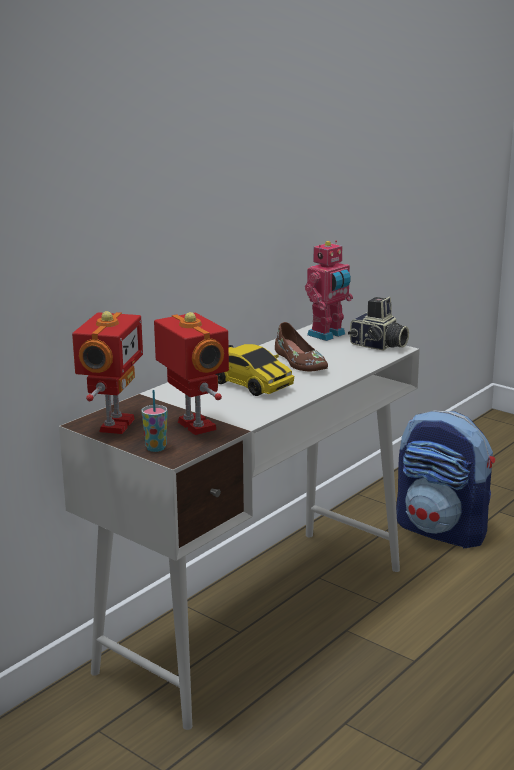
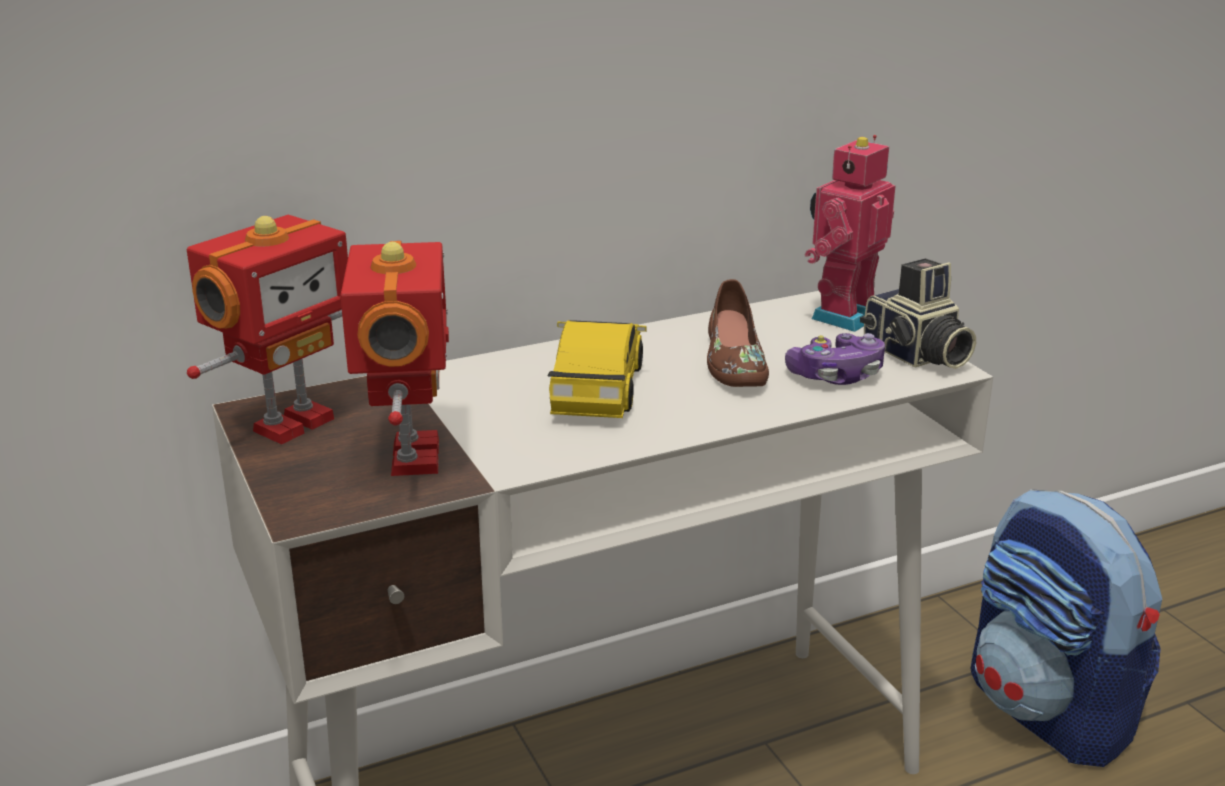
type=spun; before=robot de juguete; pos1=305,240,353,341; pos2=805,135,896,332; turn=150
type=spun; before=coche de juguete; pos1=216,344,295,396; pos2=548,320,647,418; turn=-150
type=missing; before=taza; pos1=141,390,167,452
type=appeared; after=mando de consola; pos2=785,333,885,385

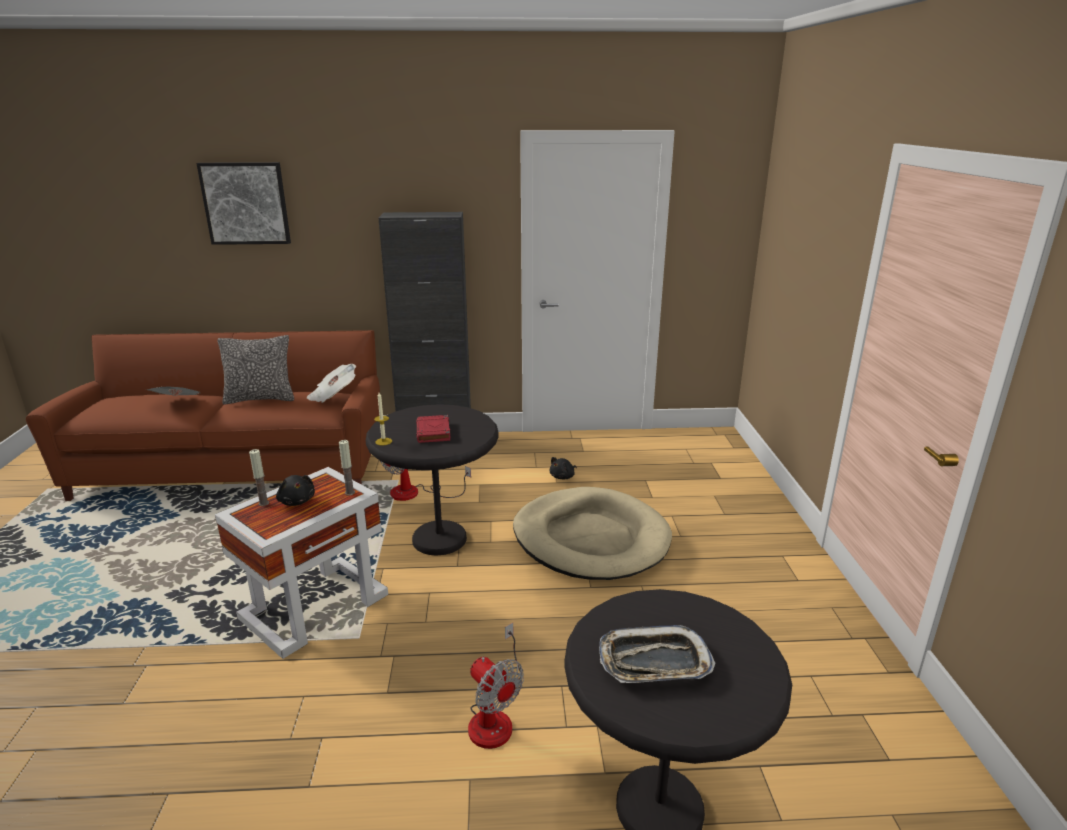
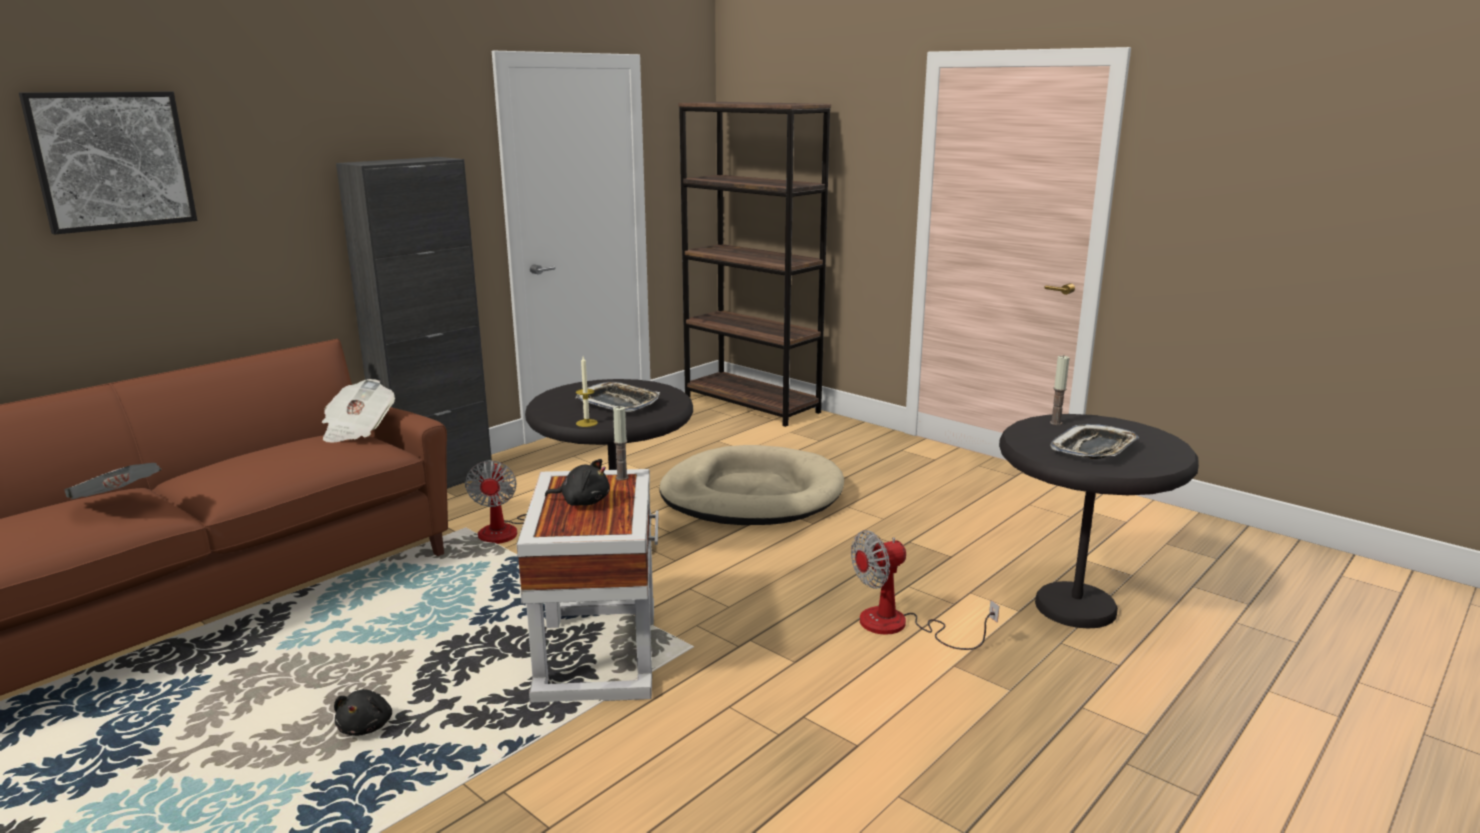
type=missing; before=cojín; pos1=217,335,294,405
type=exchanged; before=libro (rojo); after=bandeja; pos1=416,415,450,443; pos2=575,382,660,412
type=relocated; before=vela; pos1=249,449,269,506; pos2=1050,355,1069,425
type=relocated; before=peluche (negro); pos1=550,457,577,479; pos2=334,689,392,736
type=spun; before=ventilador; pos1=468,623,524,749; pos2=851,530,999,650; turn=150
type=appeared; after=estantería (marrón); pos2=678,102,831,427

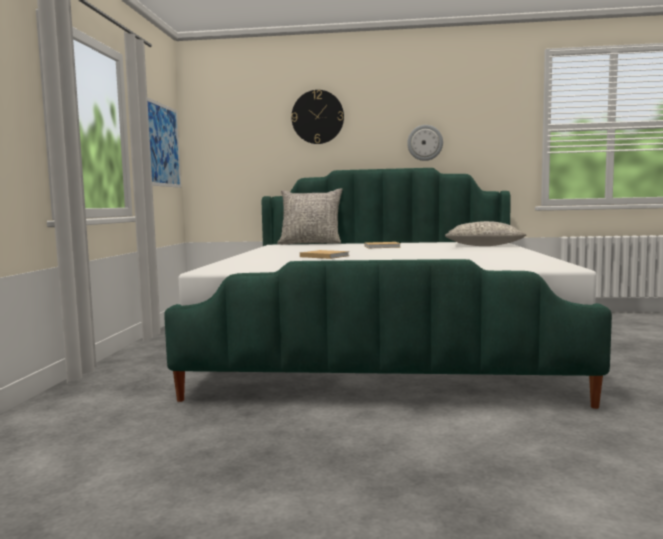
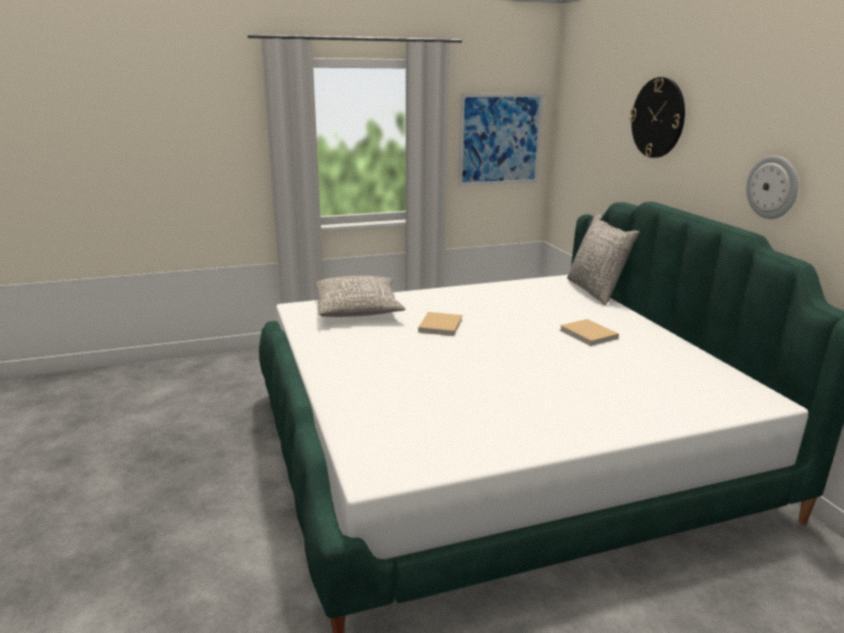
type=relocated; before=cojín (gris); pos1=445,221,526,246; pos2=315,276,405,317

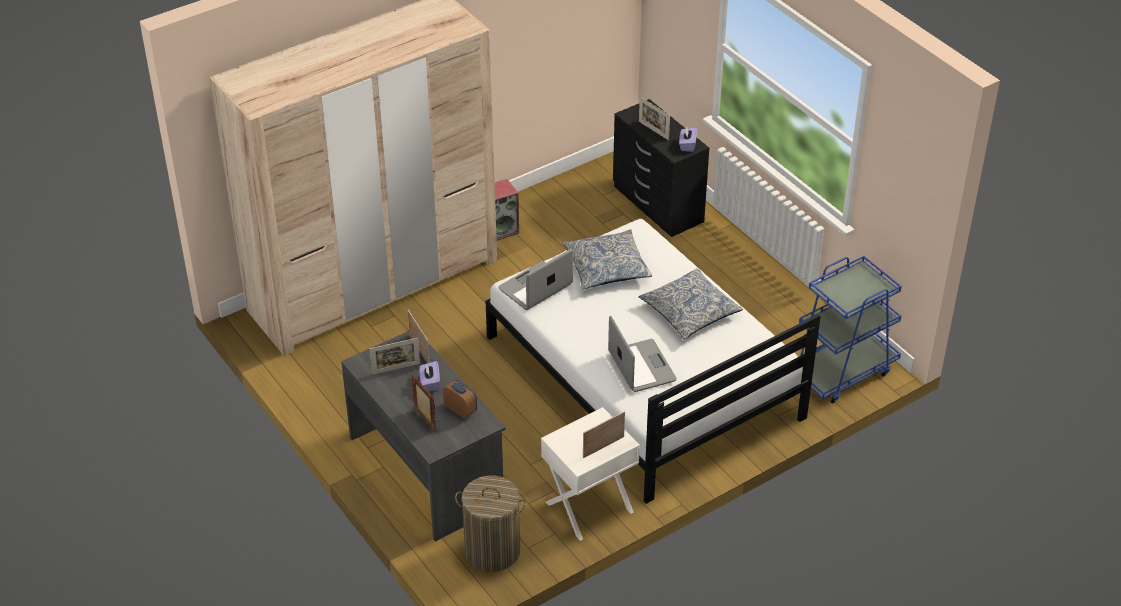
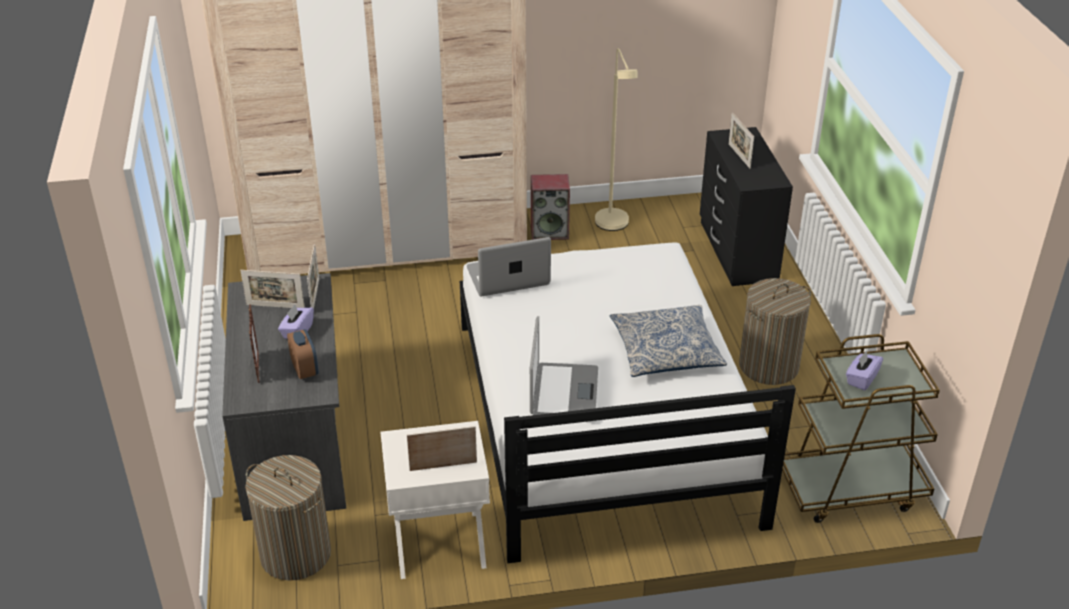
type=relocated; before=caja de pañuelos (morado); pos1=679,127,697,152; pos2=846,350,883,391
type=missing; before=cojín; pos1=563,229,652,290
type=colour; before=carrito (azul); after=carrito (marrón); pos1=799,256,902,403; pos2=782,334,940,523
type=appeared; after=lámpara de pie (beis); pos2=595,48,638,231
type=appeared; after=cesto de la ropa; pos2=739,278,811,385

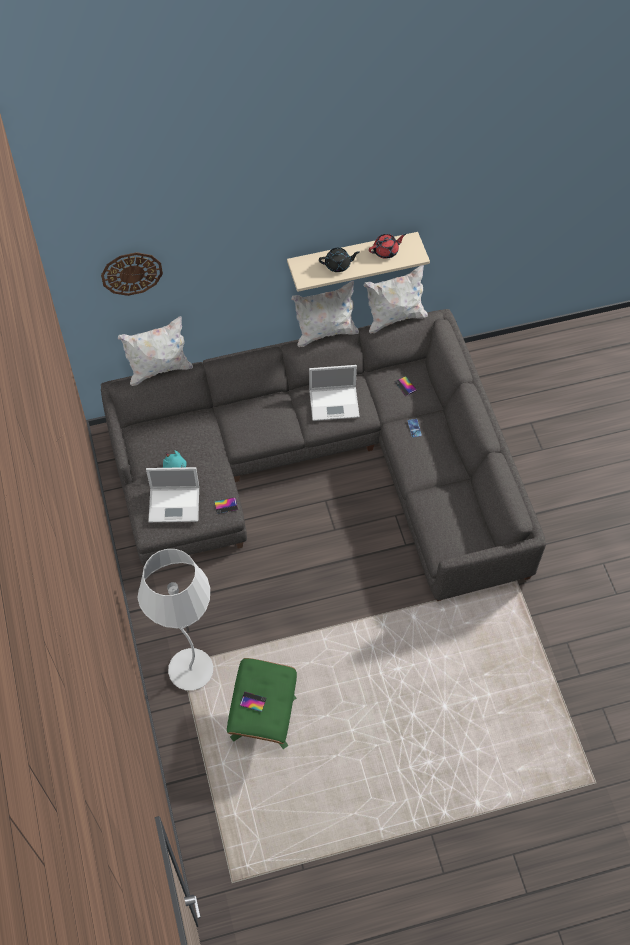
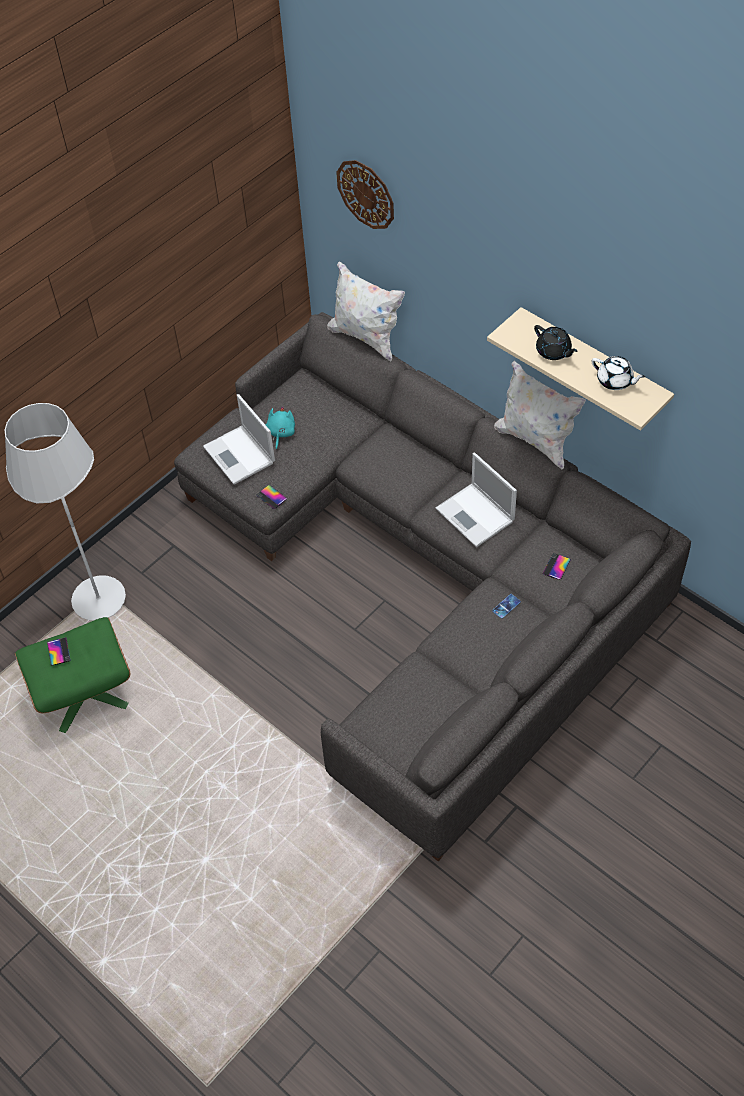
type=colour; before=tetera (rojo); after=tetera (blanco); pos1=369,234,406,259; pos2=592,356,646,390
type=missing; before=cojín (blanco); pos1=364,265,428,333

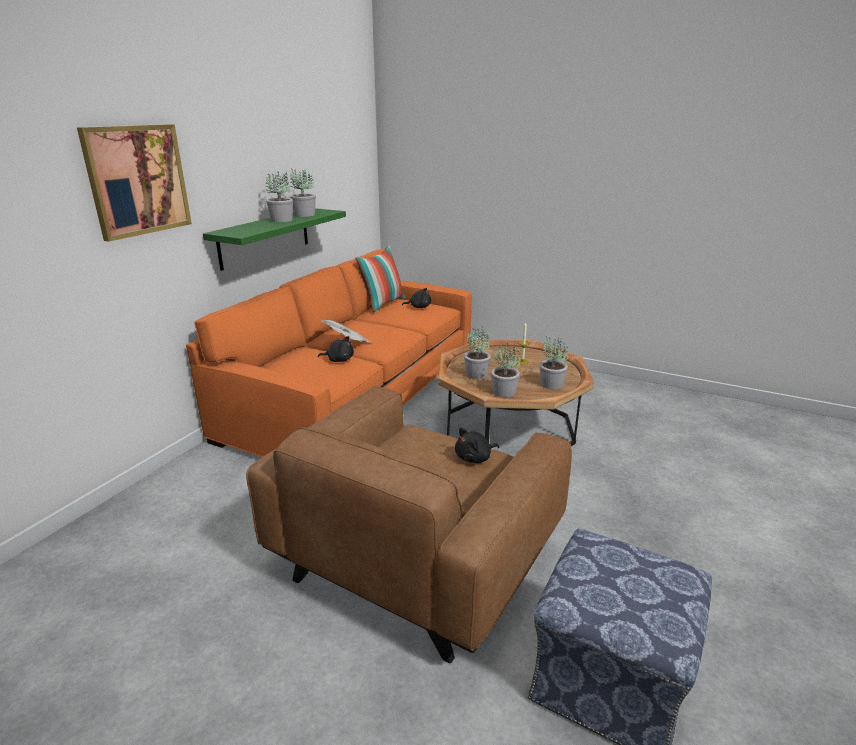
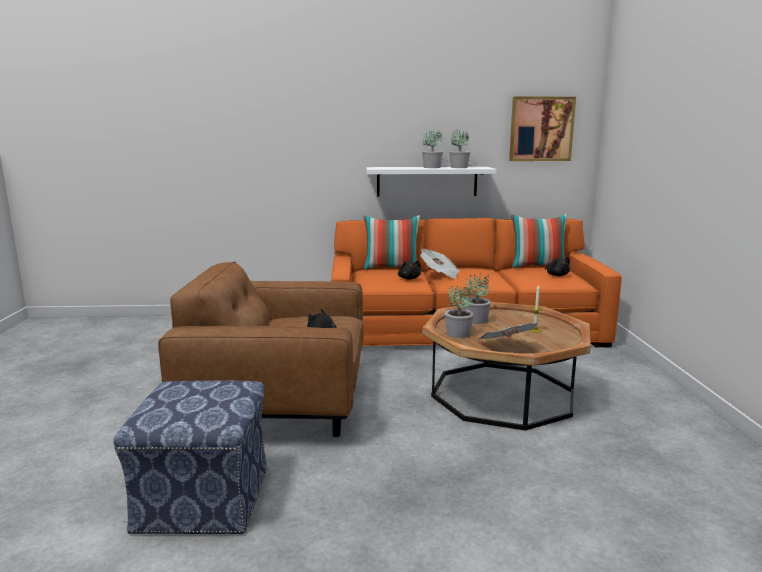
type=relocated; before=cuadro; pos1=77,124,192,242; pos2=509,97,576,161
type=colour; before=estante (verde); after=estante (blanco); pos1=203,208,346,271; pos2=366,167,497,196
type=exchanged; before=planta en maceta; after=periódico; pos1=539,336,569,389; pos2=480,323,538,339
type=appeared; after=cojín; pos2=363,215,420,269

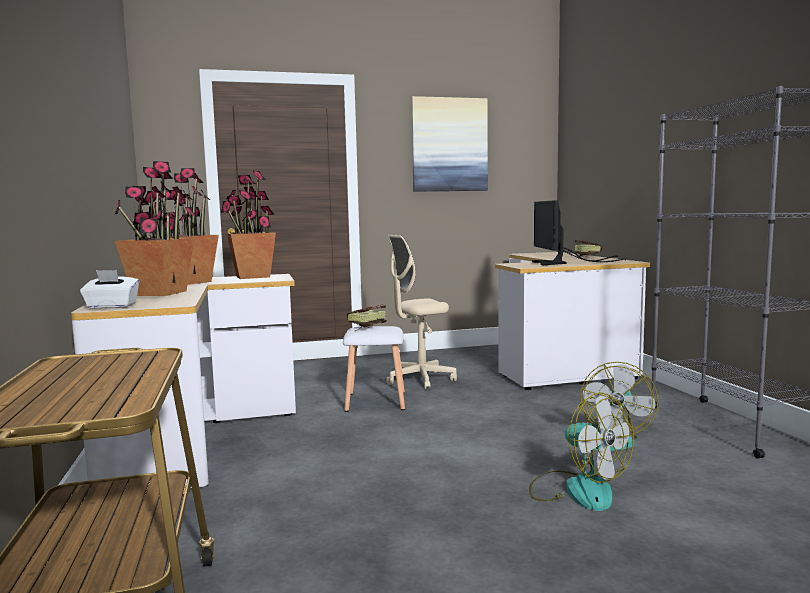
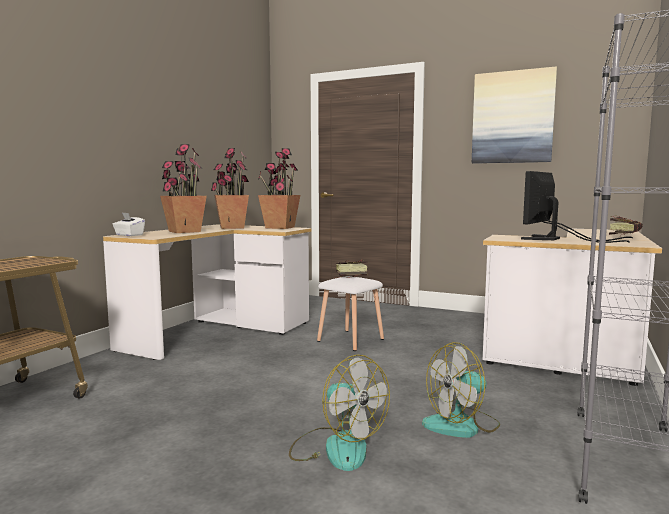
type=missing; before=silla de oficina (beis); pos1=386,235,457,389
type=spun; before=ventilador; pos1=529,392,634,511; pos2=289,355,390,471; turn=-45

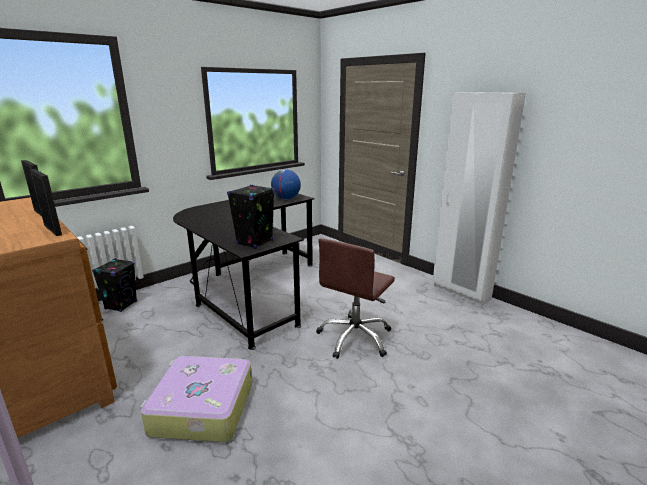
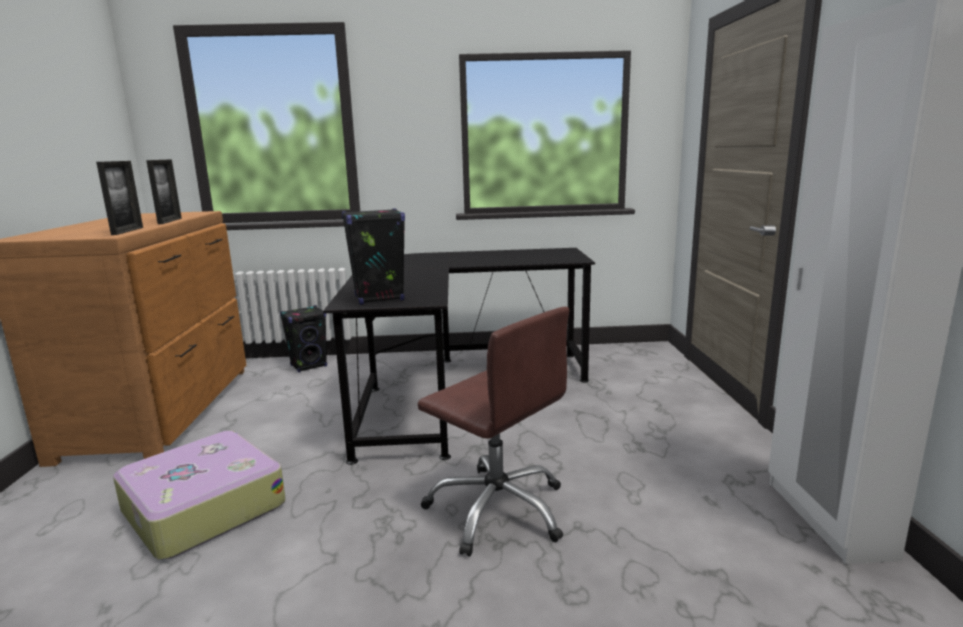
type=missing; before=globo terráqueo; pos1=271,170,301,200
type=spun; before=silla de oficina (marrón); pos1=316,238,395,359; pos2=418,307,569,557; turn=-120

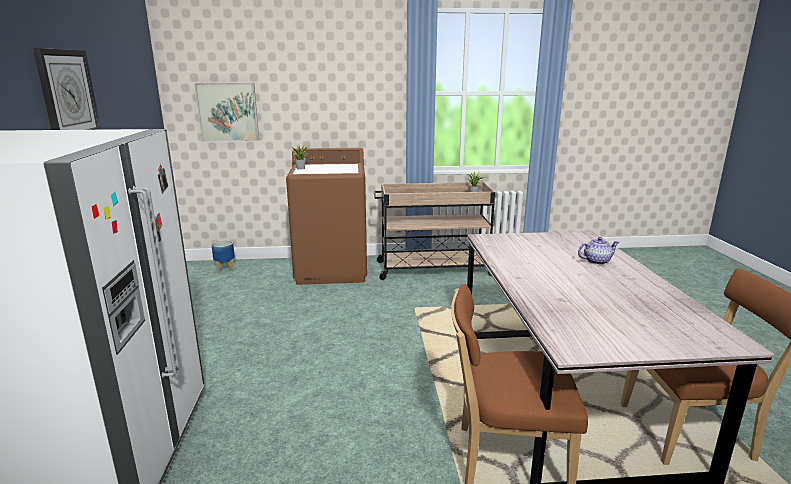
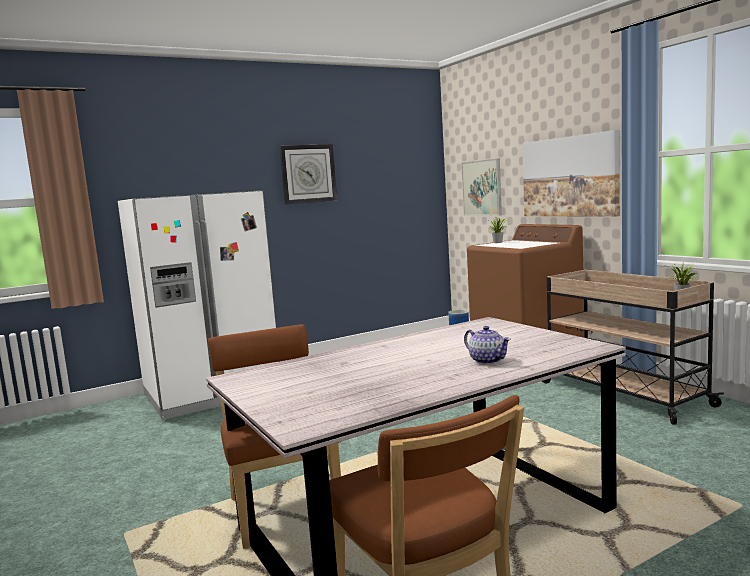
type=appeared; after=cuadro; pos2=522,130,620,217

